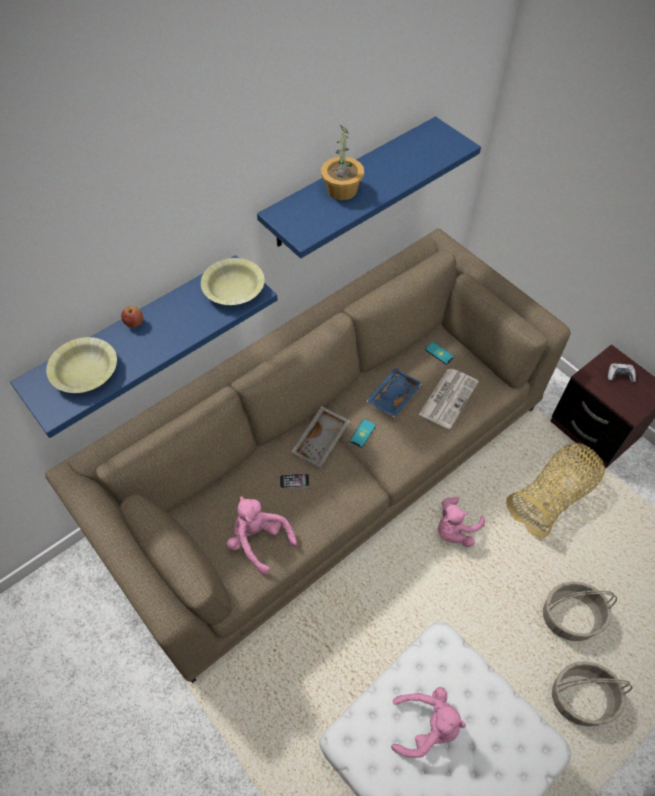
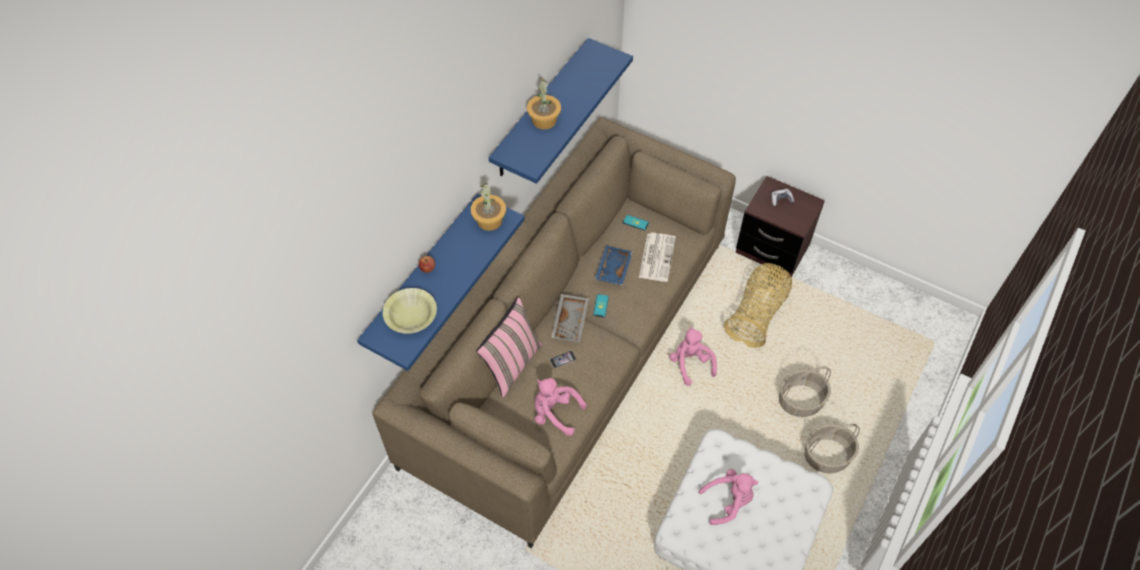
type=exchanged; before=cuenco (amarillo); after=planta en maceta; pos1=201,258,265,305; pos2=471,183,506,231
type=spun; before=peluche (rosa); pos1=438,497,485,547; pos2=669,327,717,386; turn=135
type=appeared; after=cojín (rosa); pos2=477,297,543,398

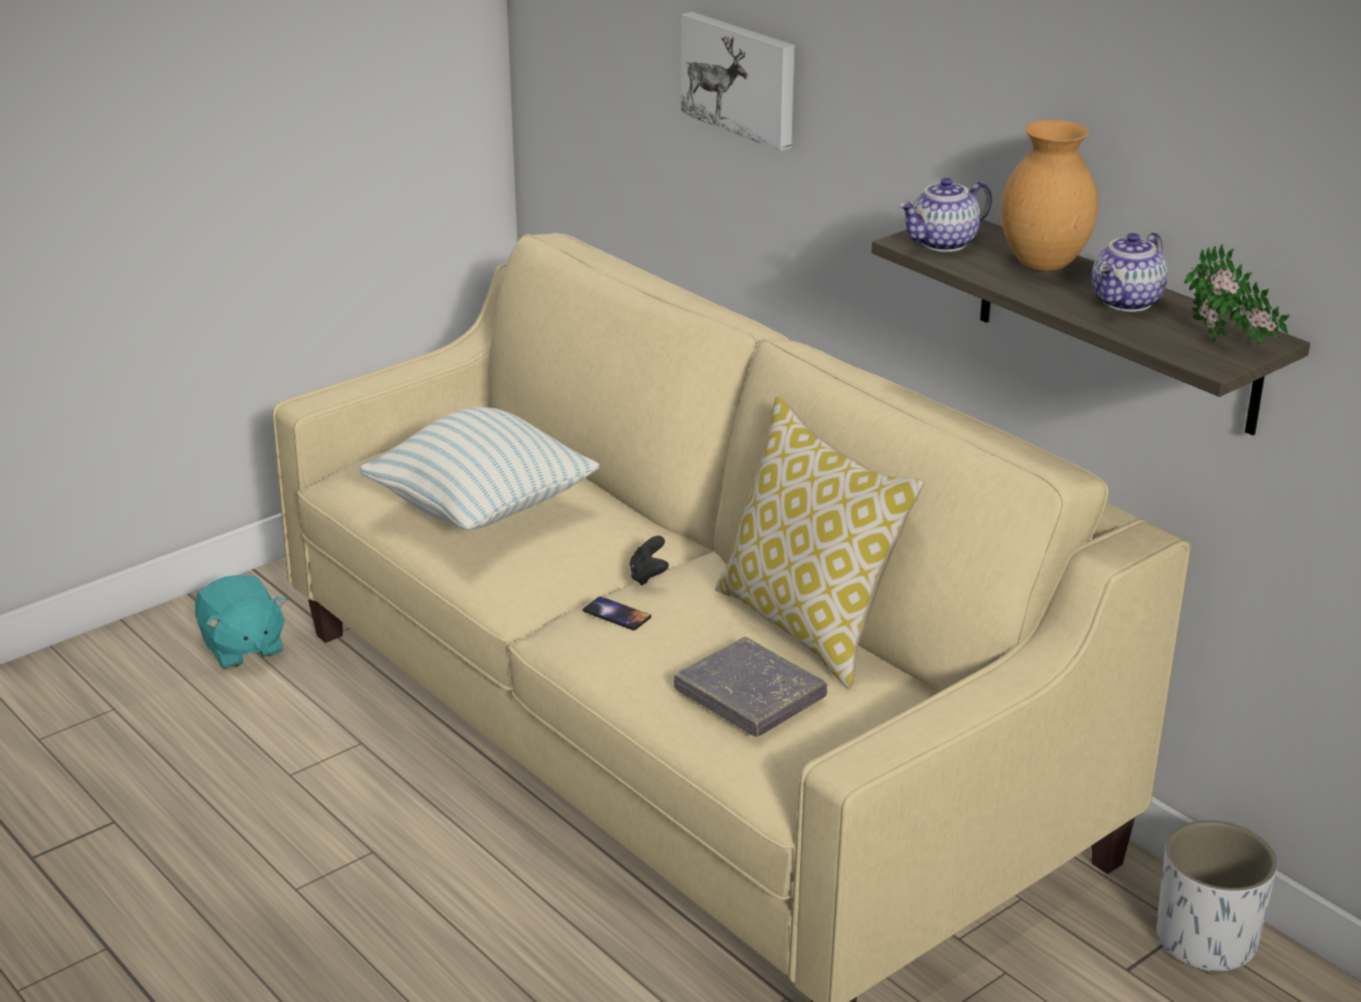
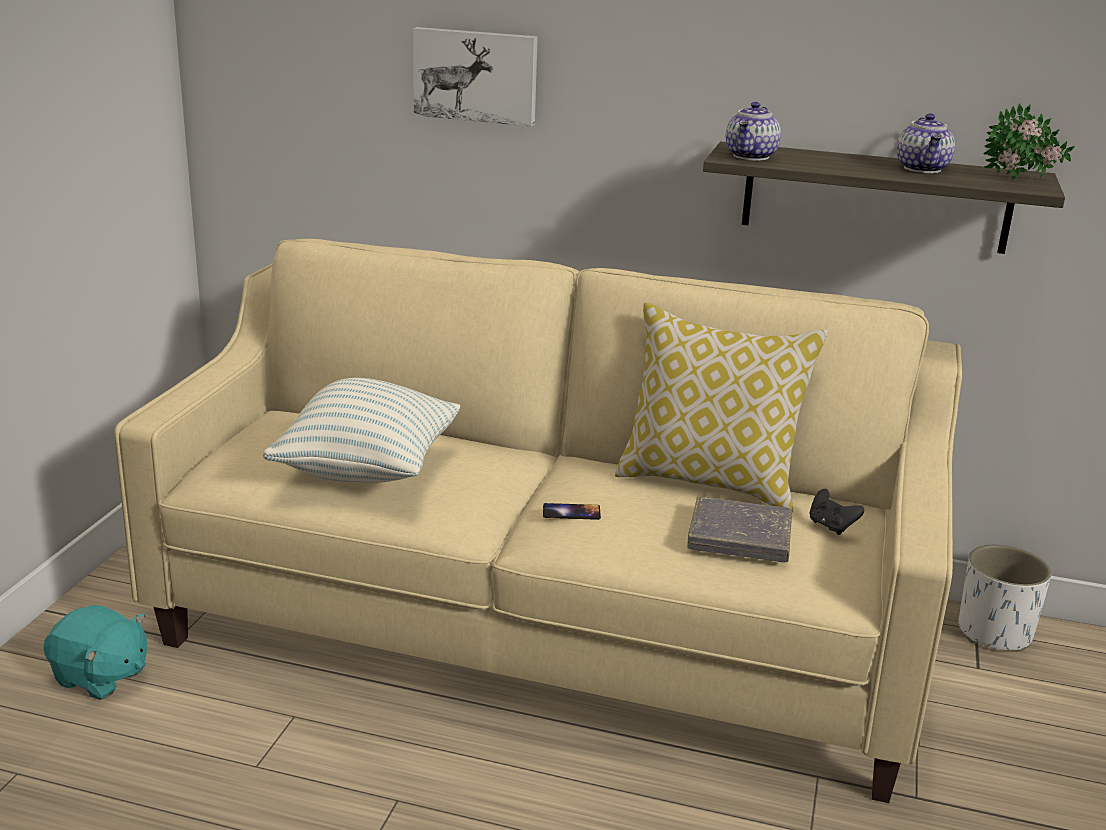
type=missing; before=florero (marrón); pos1=1001,120,1098,271
type=relocated; before=mando de consola (negro); pos1=630,536,669,586; pos2=809,489,864,535

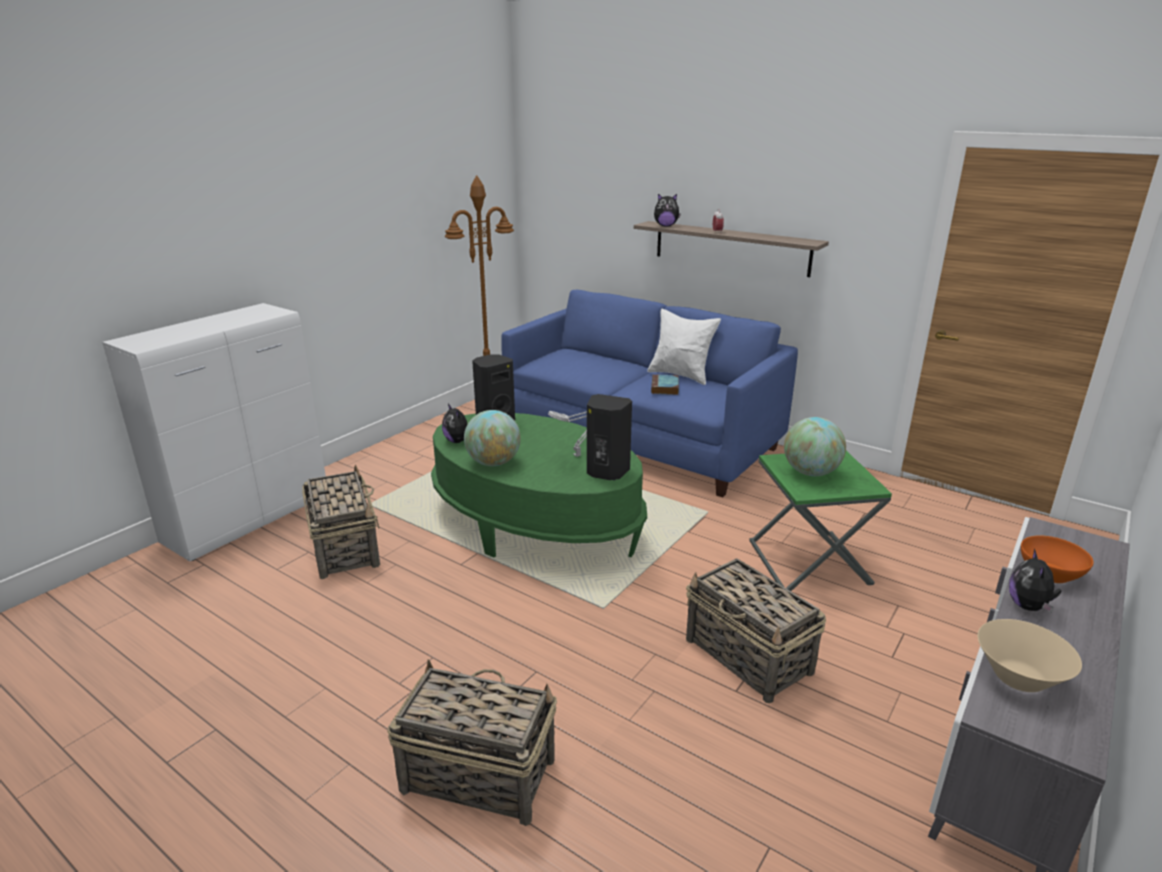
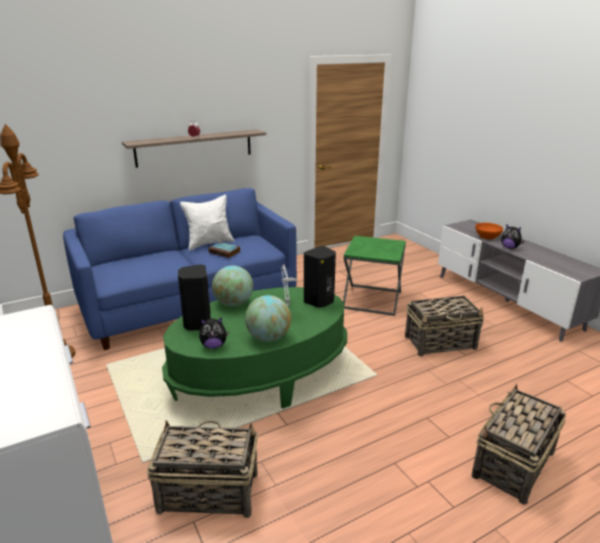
type=missing; before=peluche; pos1=654,194,681,227
type=relocated; before=globo terráqueo; pos1=784,417,846,476; pos2=212,265,253,306
type=missing; before=cuenco (beis); pos1=977,619,1082,692

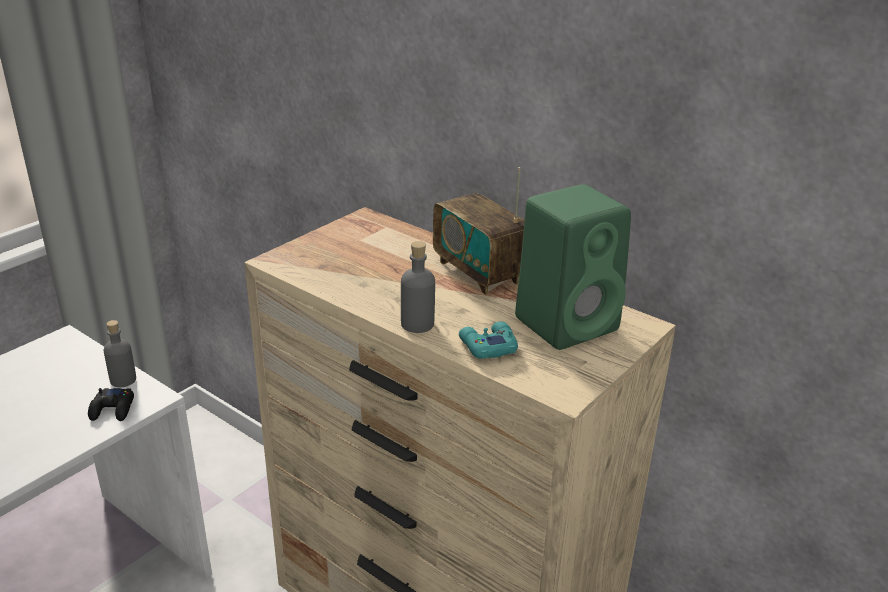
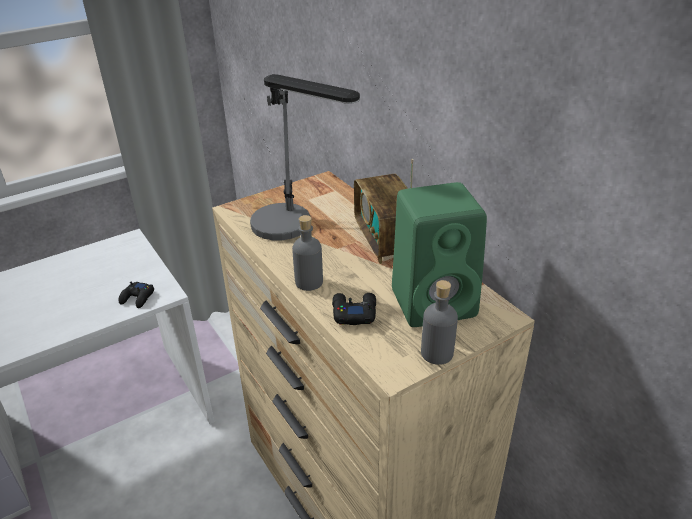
type=relocated; before=botella (gris); pos1=104,320,136,387; pos2=421,280,458,365
type=colour; before=mando de consola (turquesa); after=mando de consola (negro); pos1=459,321,518,359; pos2=332,293,376,325
type=appeared; after=lámpara de mesa; pos2=250,74,360,240

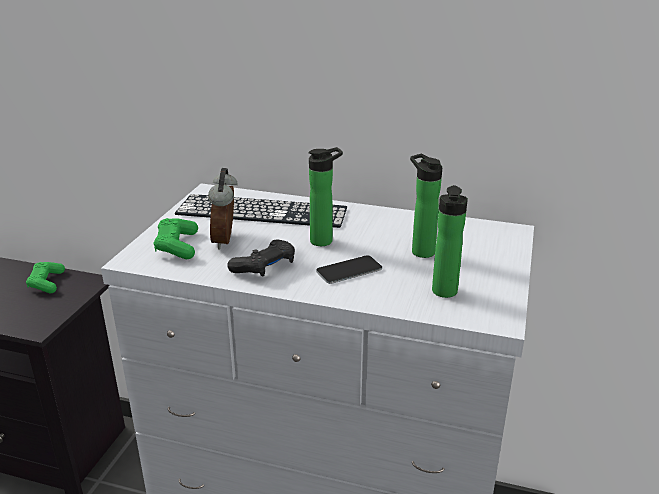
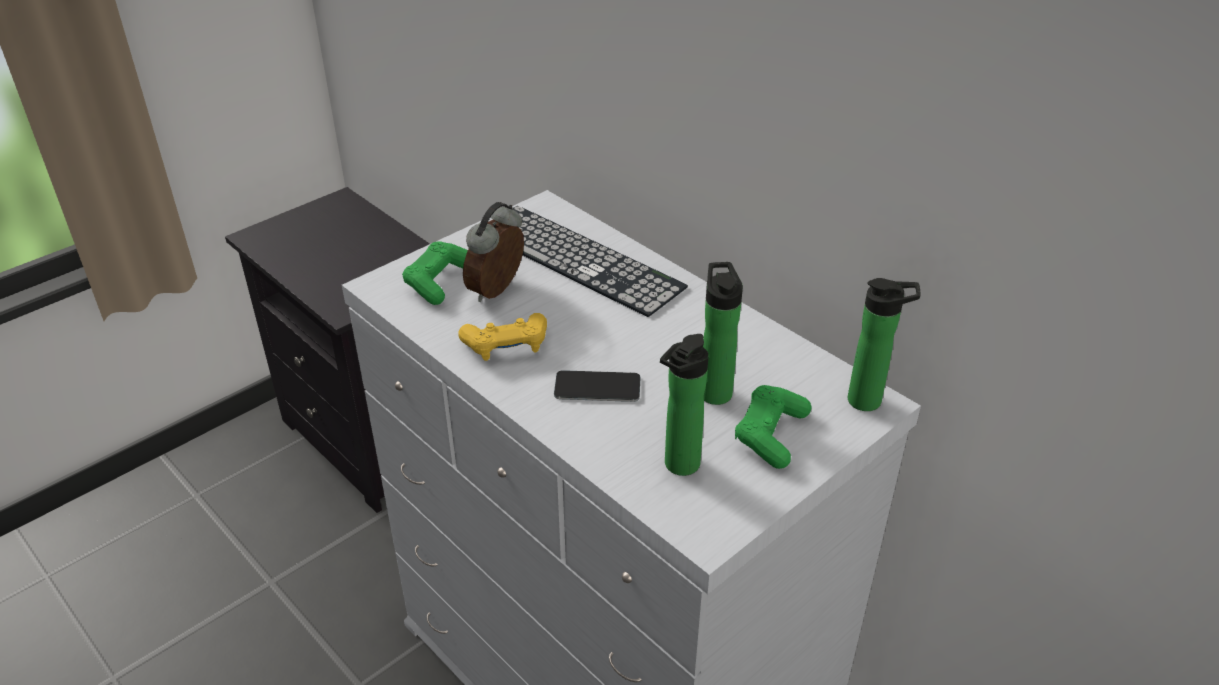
type=relocated; before=botella; pos1=309,147,343,246; pos2=848,278,921,411
type=colour; before=mando de consola (negro); after=mando de consola (amarillo); pos1=227,239,295,277; pos2=459,313,547,361
type=relocated; before=mando de consola (verde); pos1=26,262,65,293; pos2=735,385,811,469

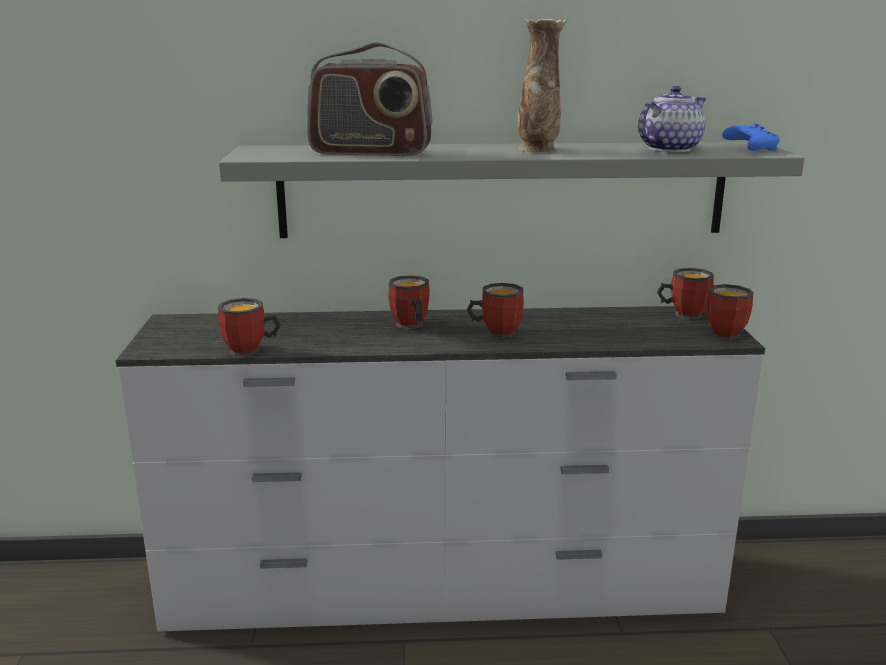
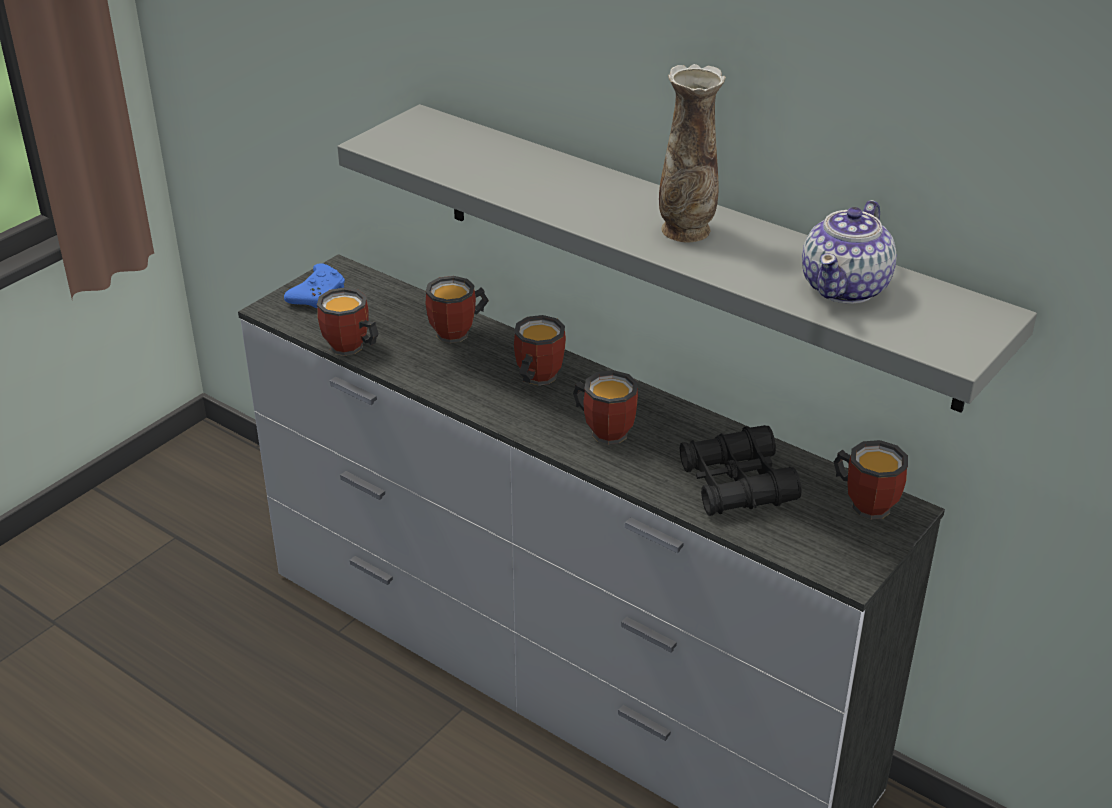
type=missing; before=radio; pos1=307,42,432,156
type=spun; before=tetera; pos1=638,86,706,152; pos2=802,200,897,304; turn=120
type=relocated; before=mando de consola (azul); pos1=722,123,780,151; pos2=284,263,345,308
type=relocated; before=taza grande; pos1=706,284,754,340; pos2=425,276,489,343
type=appeared; after=prismáticos (negro); pos2=680,425,802,516

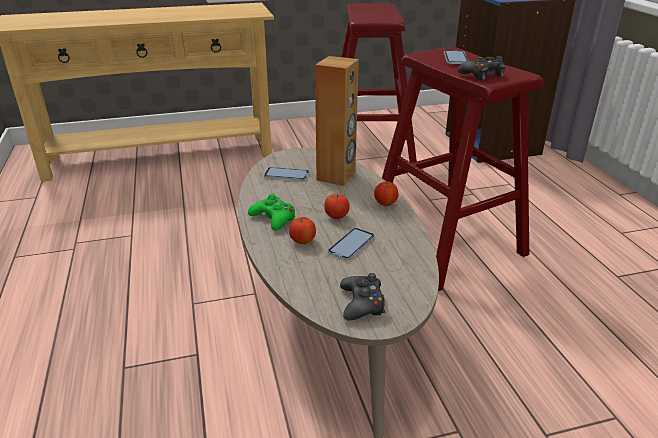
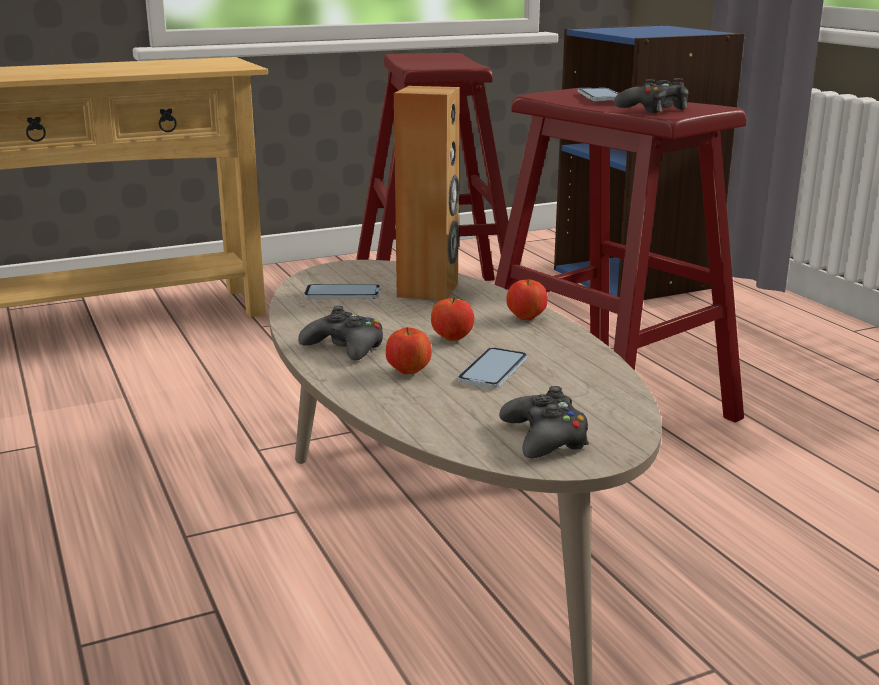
type=colour; before=mando de consola (verde); after=mando de consola (negro); pos1=248,194,295,231; pos2=298,306,383,361

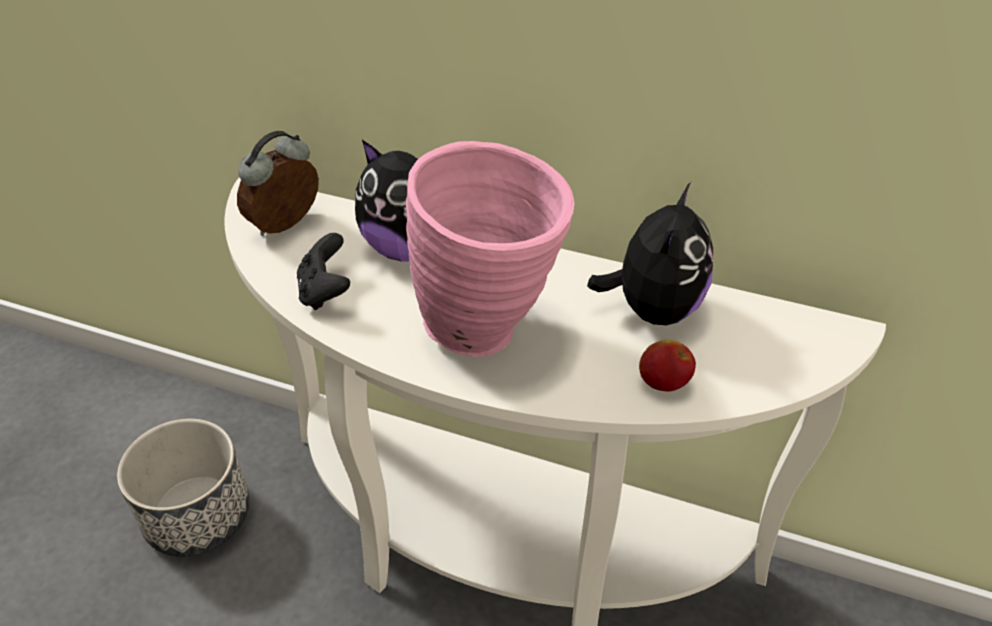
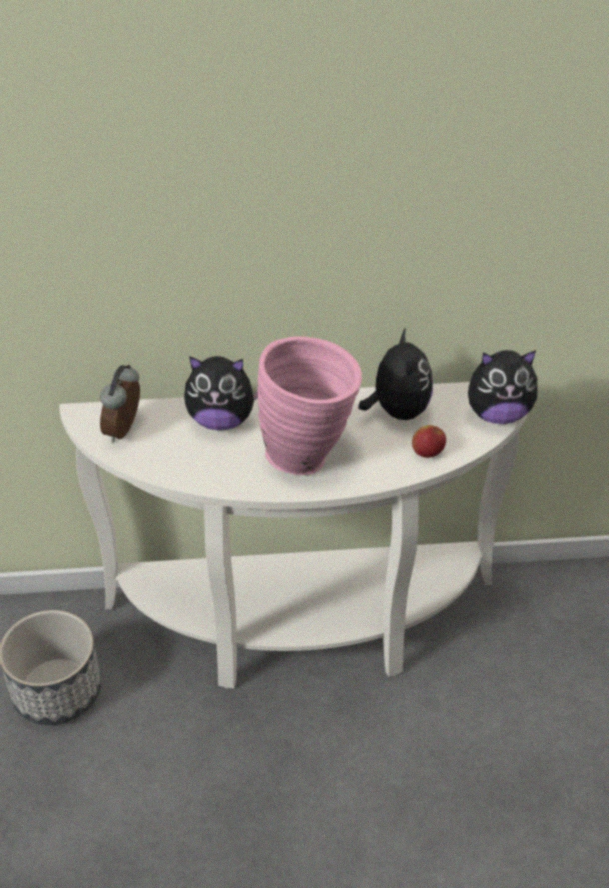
type=missing; before=mando de consola (negro); pos1=297,233,350,310
type=appeared; after=peluche; pos2=468,350,538,424

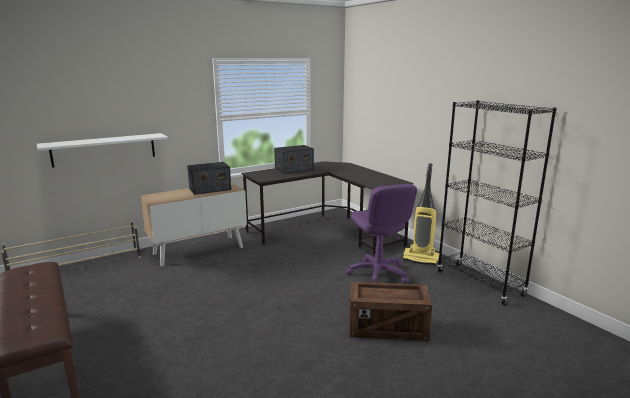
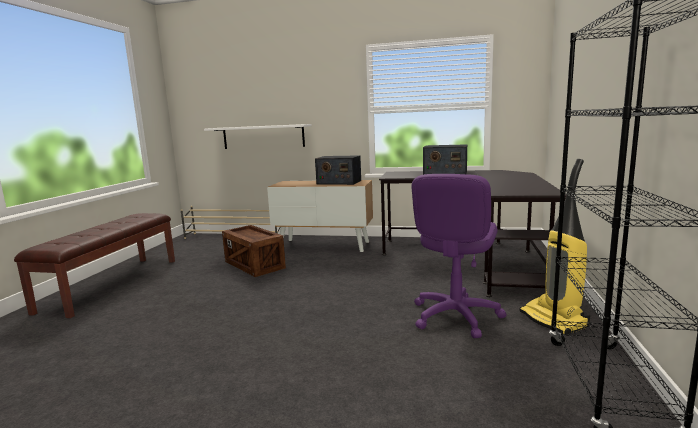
type=relocated; before=caja de embalaje; pos1=349,282,432,341; pos2=222,225,286,277

